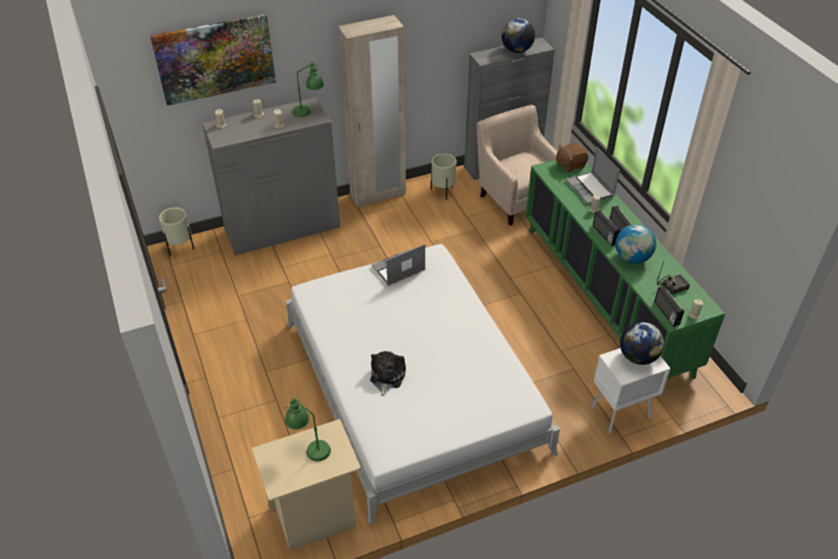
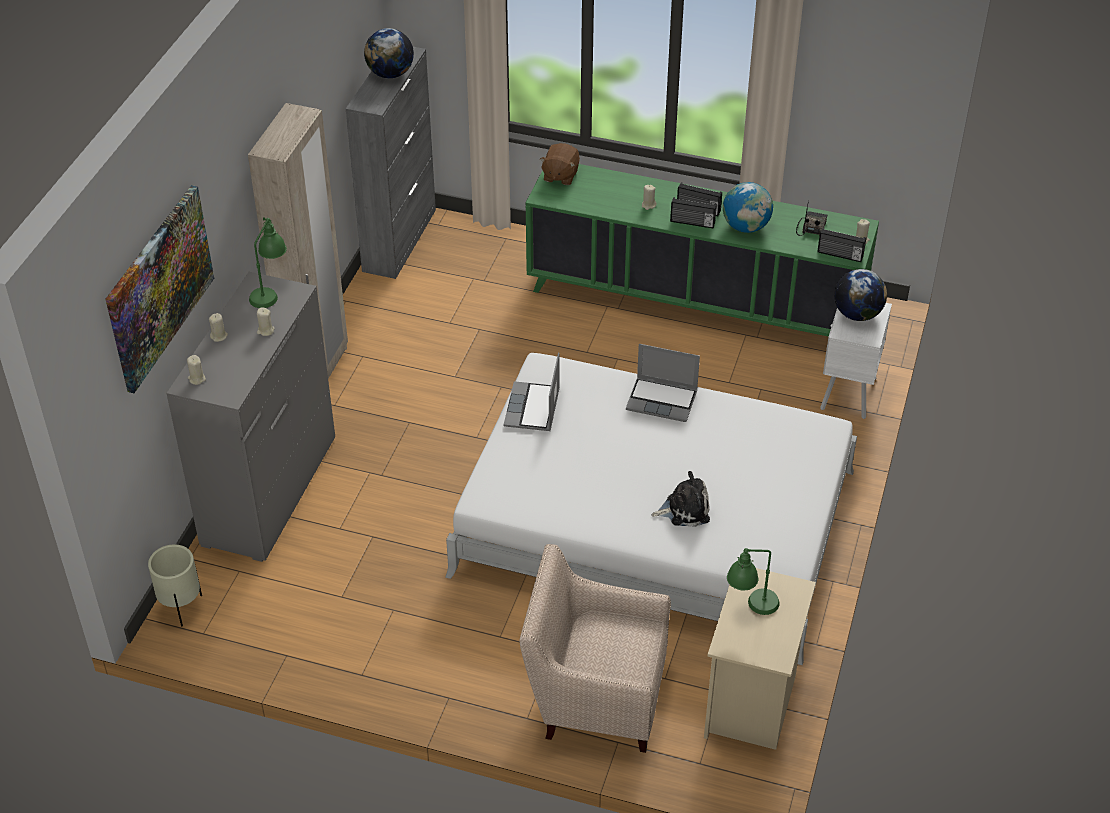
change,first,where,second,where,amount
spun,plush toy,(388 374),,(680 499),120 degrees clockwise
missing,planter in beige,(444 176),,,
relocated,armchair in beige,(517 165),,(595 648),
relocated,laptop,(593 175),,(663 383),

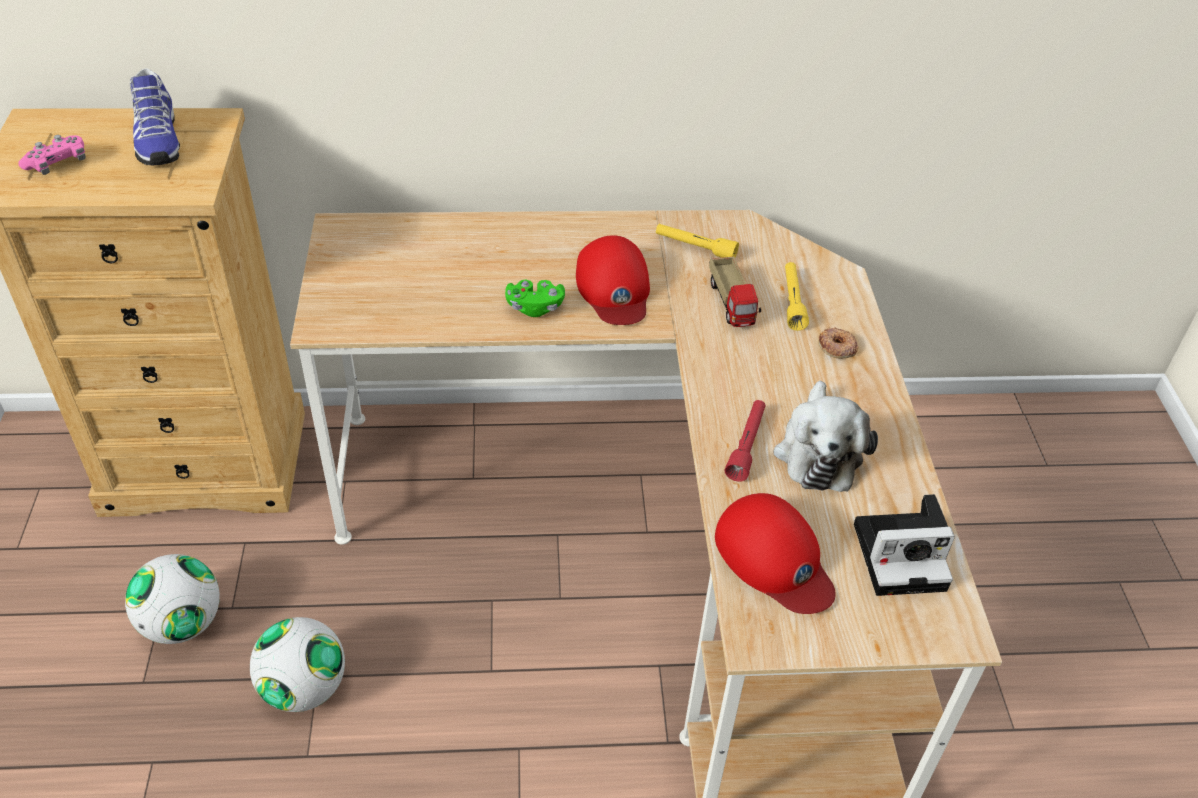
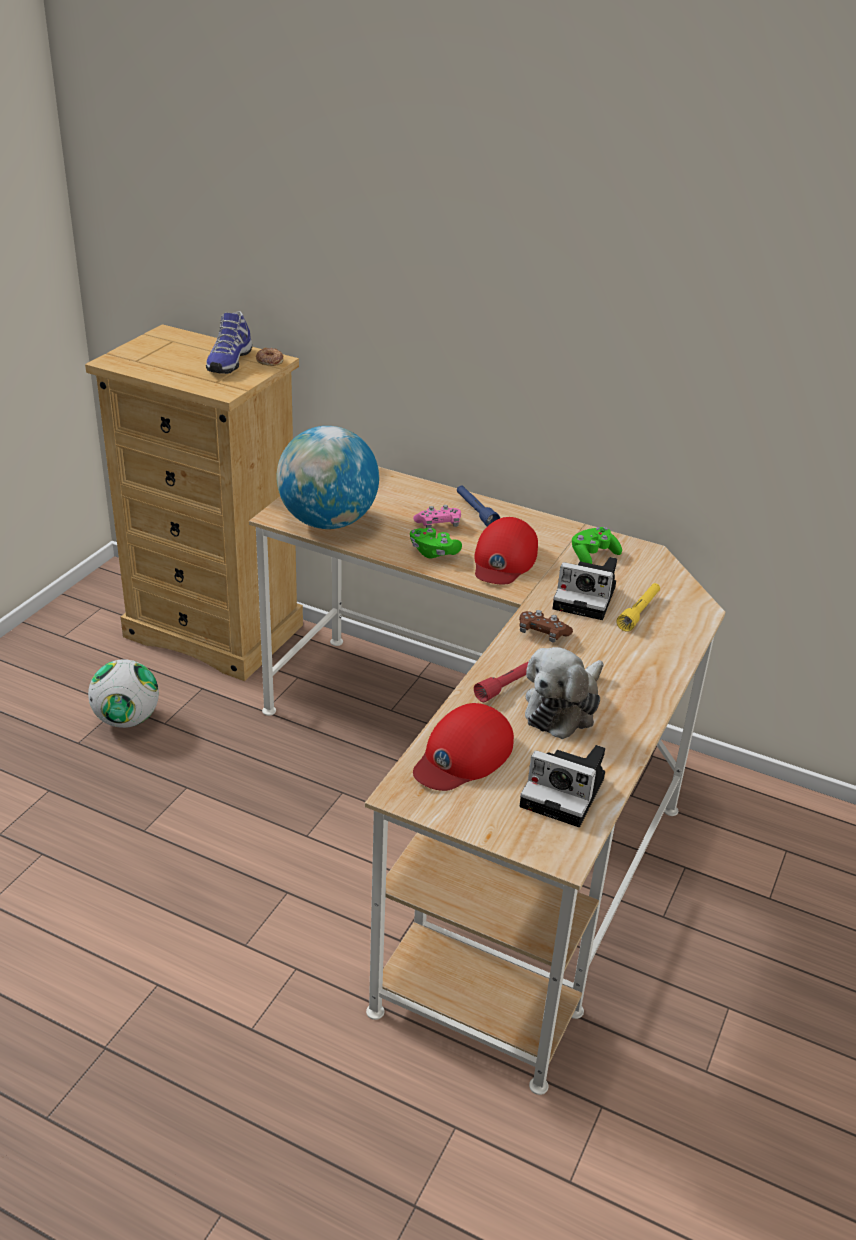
change,first,where,second,where,amount
relocated,game controller in pink,(52 155),,(437 516),
missing,football,(297 664),,,
exchanged,flashlight in yellow,(697 241),game controller in green,(597 545),
exchanged,toy truck,(735 292),photo camera,(584 588),
spun,cap in red,(775 553),,(463 747),45 degrees clockwise
relocated,donut,(838 343),,(269 357),
appeared,,,globe,(327 477),
appeared,,,flashlight in blue,(478 505),
appeared,,,game controller in brown,(546 626),

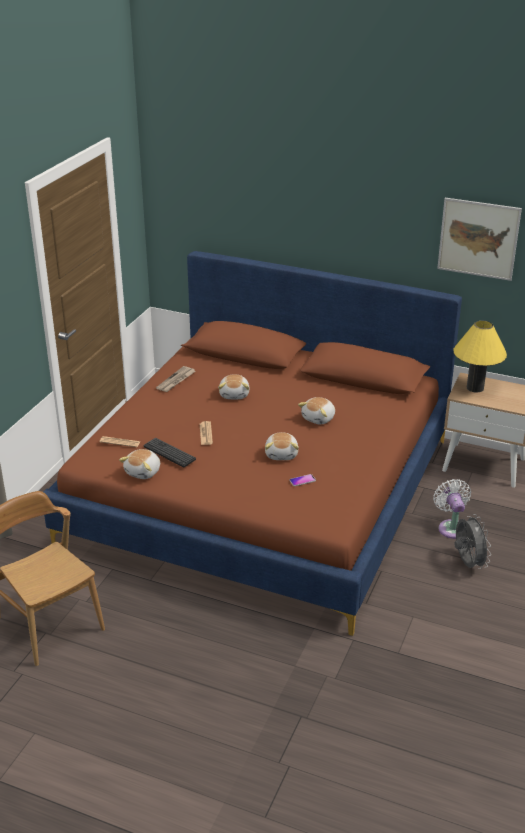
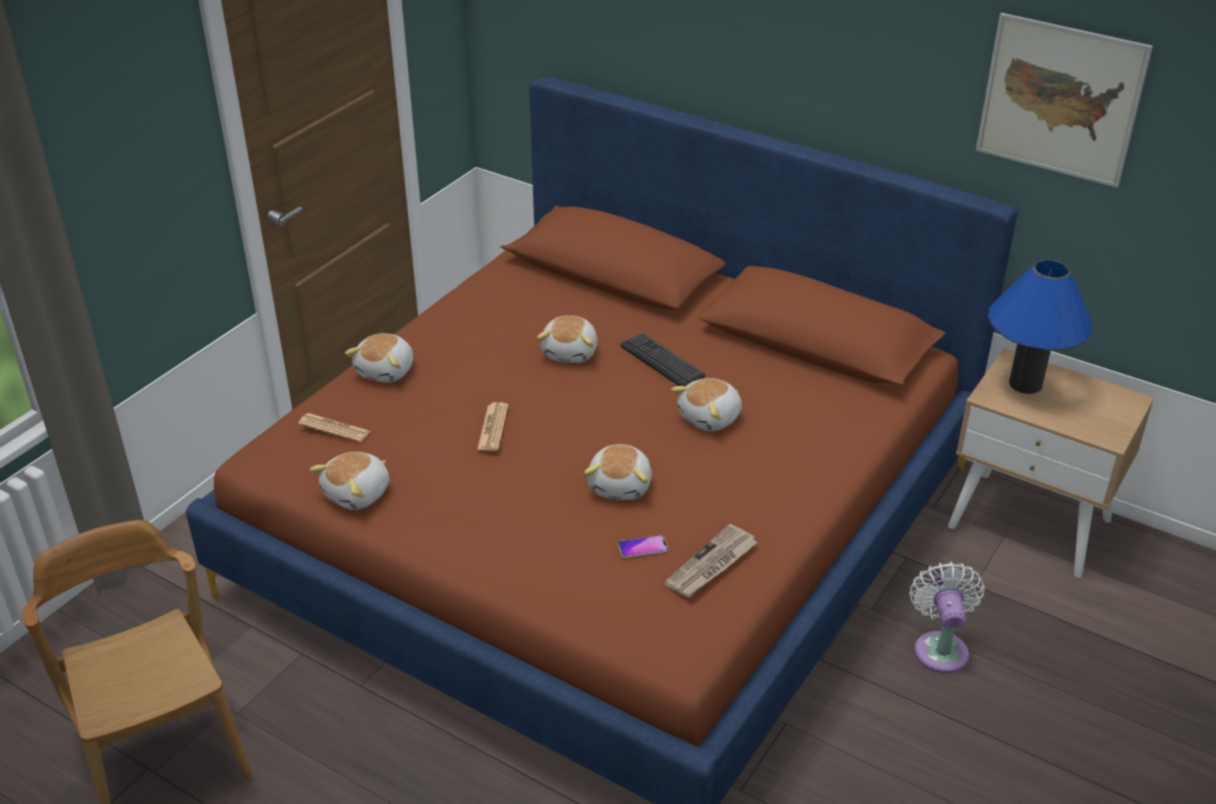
change,first,where,second,where,amount
relocated,keyboard,(170 452),,(663 359),
relocated,newspaper,(176 379),,(711 561),
colour,table lamp in yellow,(480 357),table lamp in blue,(1040 327),
missing,fan in grey,(472 541),,,
appeared,,,plush toy,(379 358),

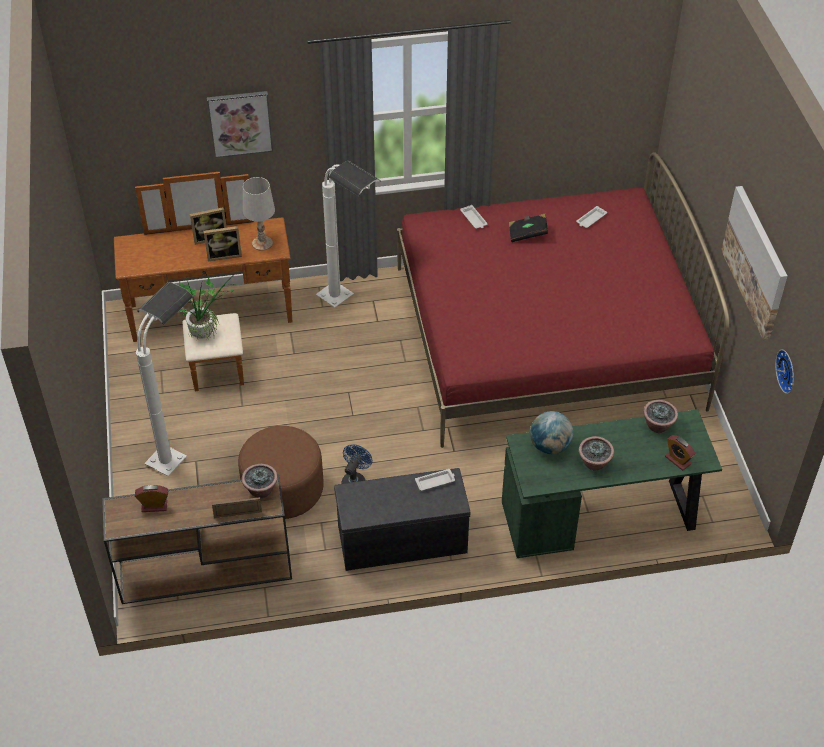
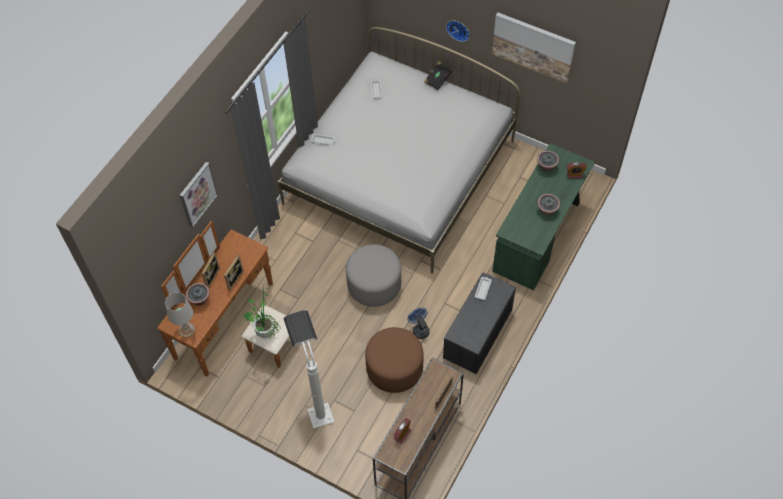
change,first,where,second,where,amount
relocated,potted plant,(260 481),,(198 294),
relocated,table lamp in white,(259 214),,(180 314),
missing,floor lamp in white,(348 234),,,
colour,bed in red,(563 300),bed in white,(399 150),
relocated,book in black,(528 228),,(438 76),
missing,globe,(552 432),,,
relocated,wall clock,(784 371),,(458 31),
appeared,,,ottoman in grey,(373 275),

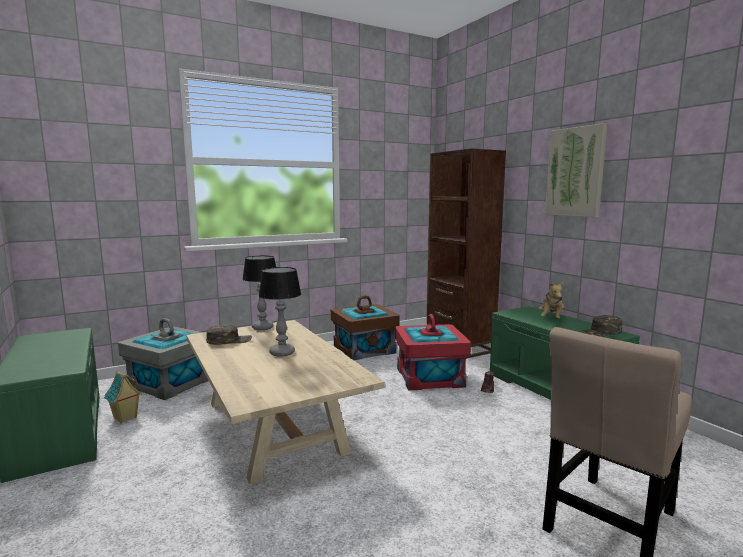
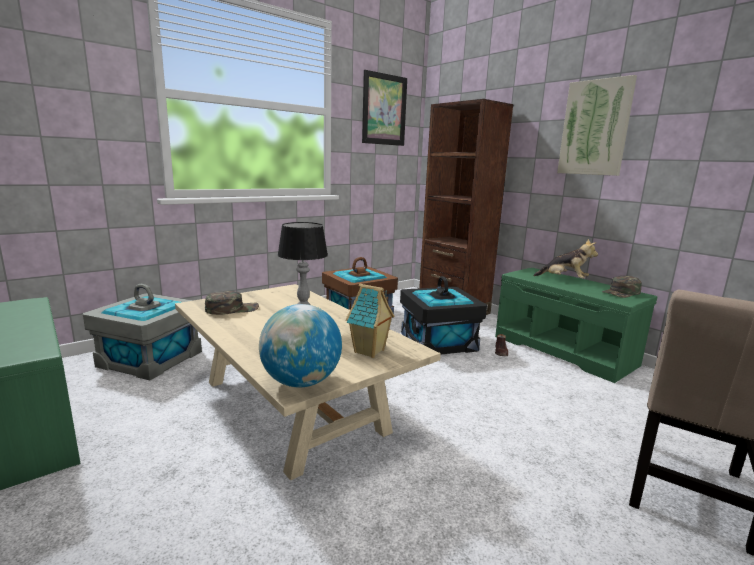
change,first,where,second,where,amount
relocated,toy house,(123 397),,(370 321),
missing,table lamp,(259 293),,,
colour,storage box in red,(433 352),storage box in black,(443 315),
spun,plush toy,(551 300),,(565 259),75 degrees counterclockwise
appeared,,,globe,(300 346),
appeared,,,picture,(384 108),

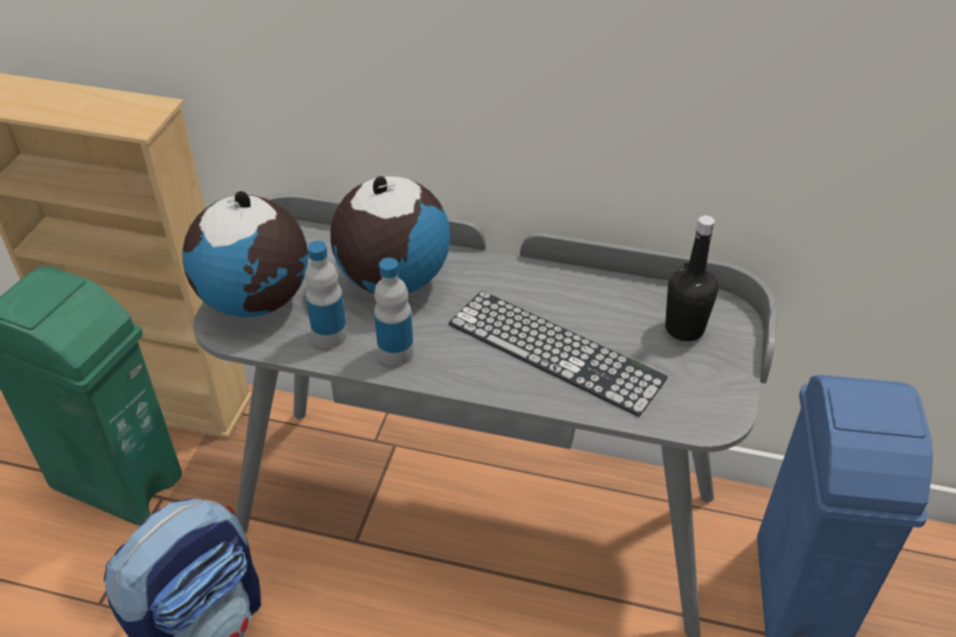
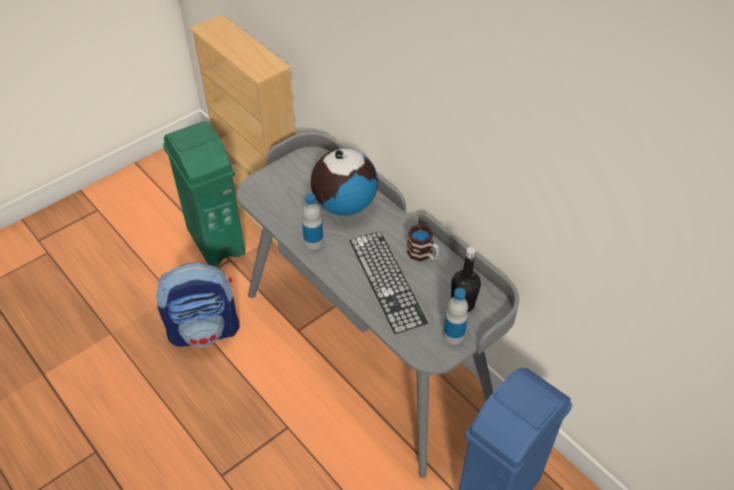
change,first,where,second,where,amount
missing,globe,(245 254),,,
relocated,bottle,(326 294),,(455 316),
appeared,,,mug,(423 242),

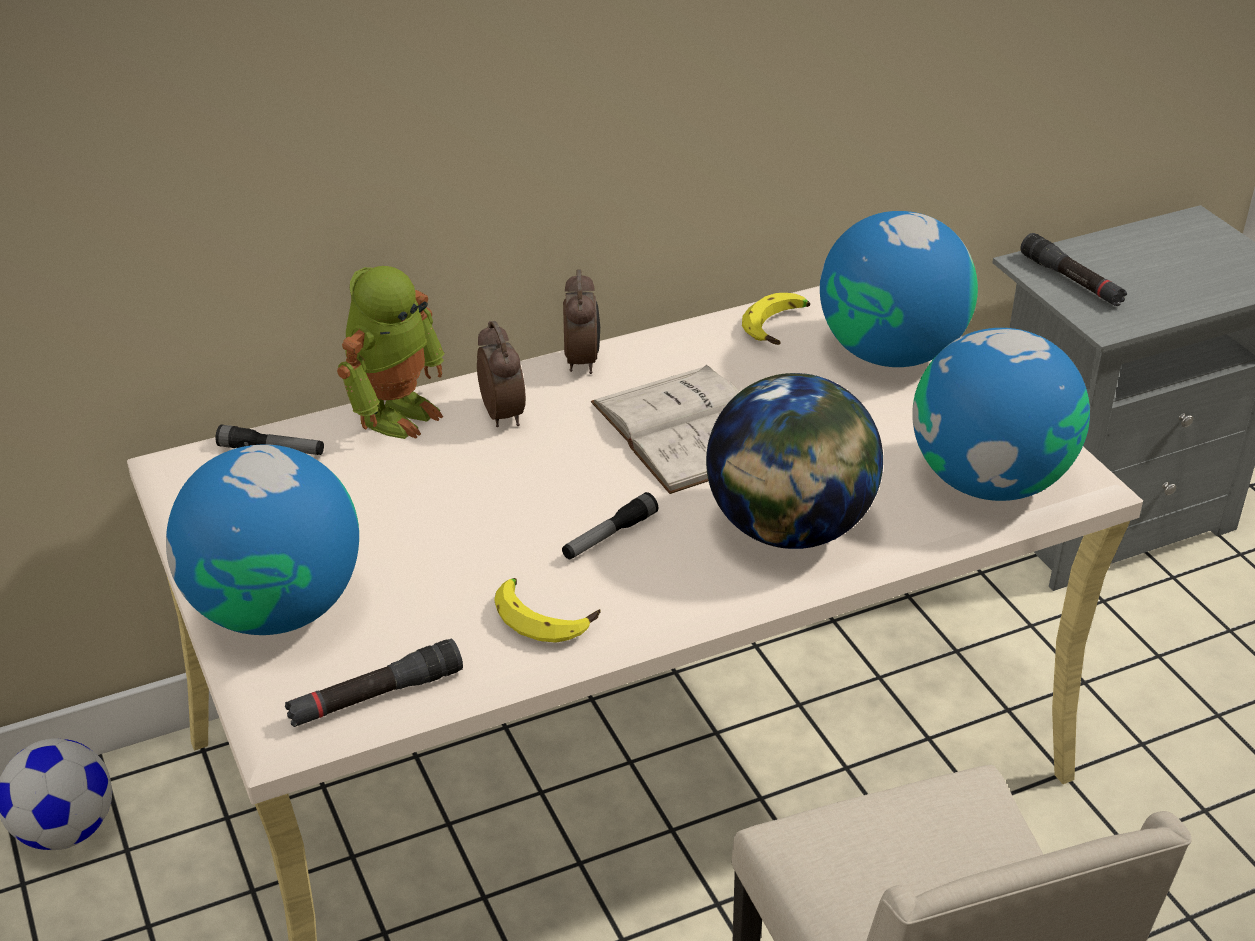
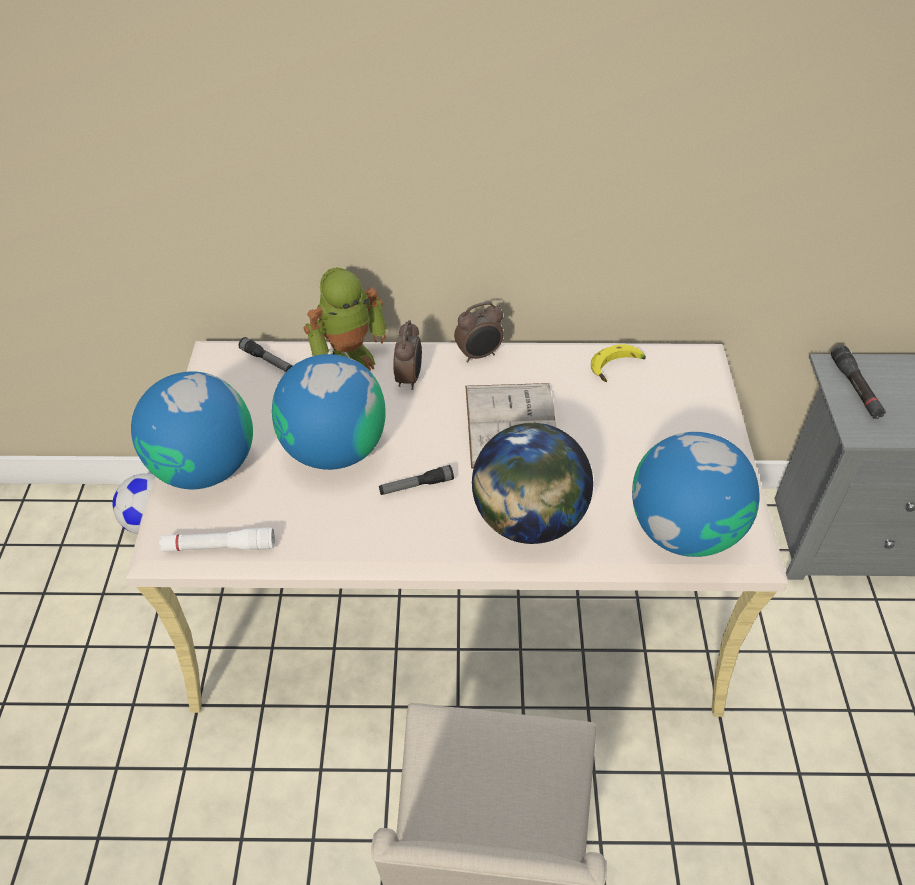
change,first,where,second,where,amount
colour,flashlight in black,(374 683),flashlight in white,(217 539),
missing,banana,(547 610),,,
spun,alarm clock,(581 322),,(479 332),45 degrees clockwise
relocated,globe,(899 289),,(329 412),

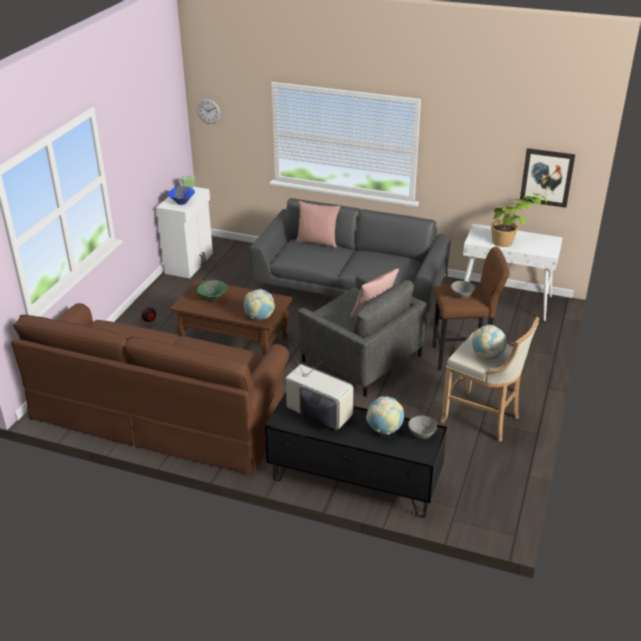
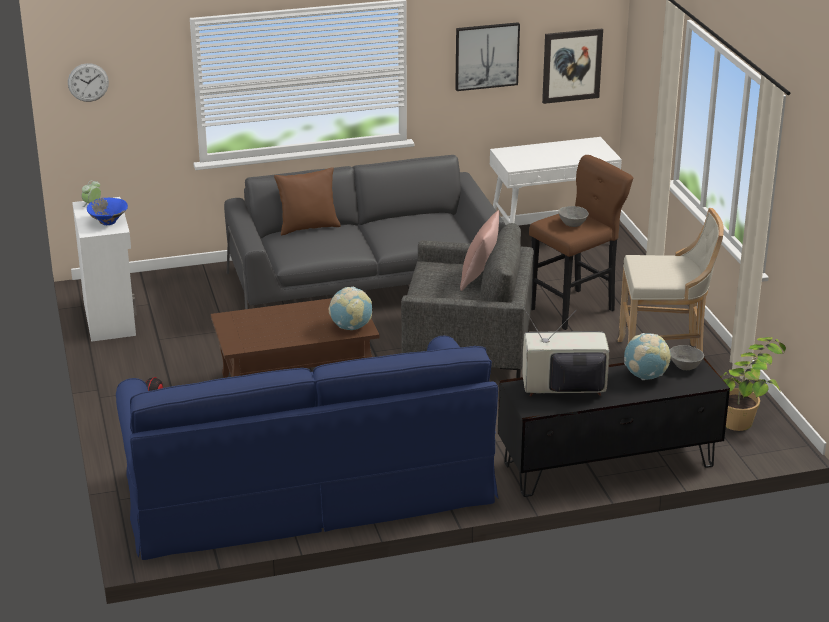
change,first,where,second,where,amount
colour,sofa in brown,(150 389),sofa in blue,(307 448),
missing,bowl in green,(212 291),,,
colour,pillow in pink,(318 224),pillow in brown,(307 201),
missing,globe,(489 342),,,
relocated,potted plant,(519 220),,(753 384),
appeared,,,picture,(487 56),

